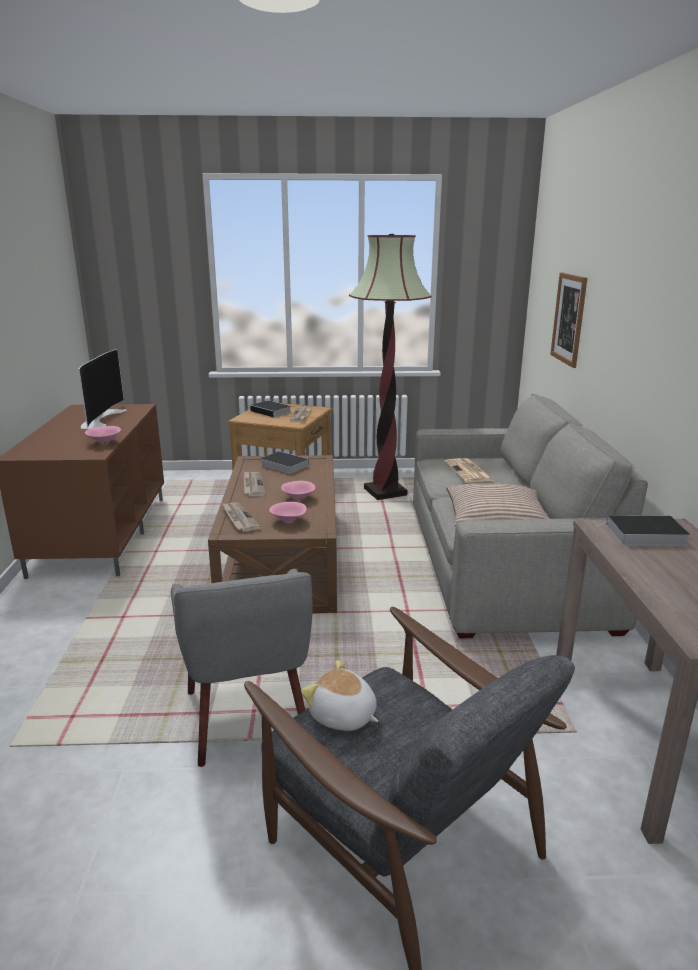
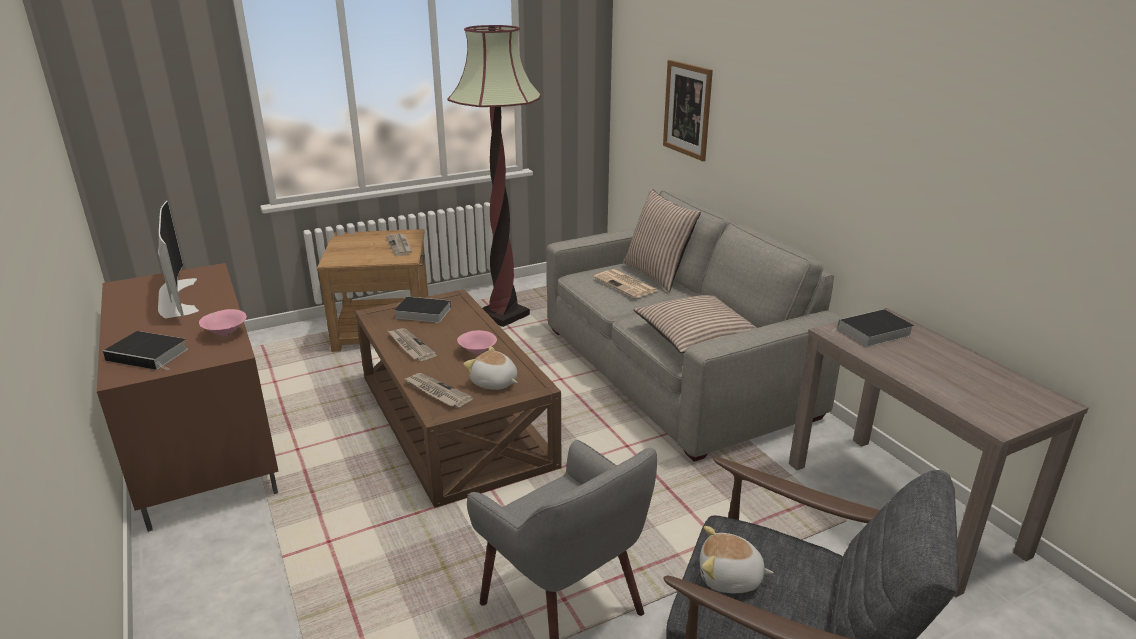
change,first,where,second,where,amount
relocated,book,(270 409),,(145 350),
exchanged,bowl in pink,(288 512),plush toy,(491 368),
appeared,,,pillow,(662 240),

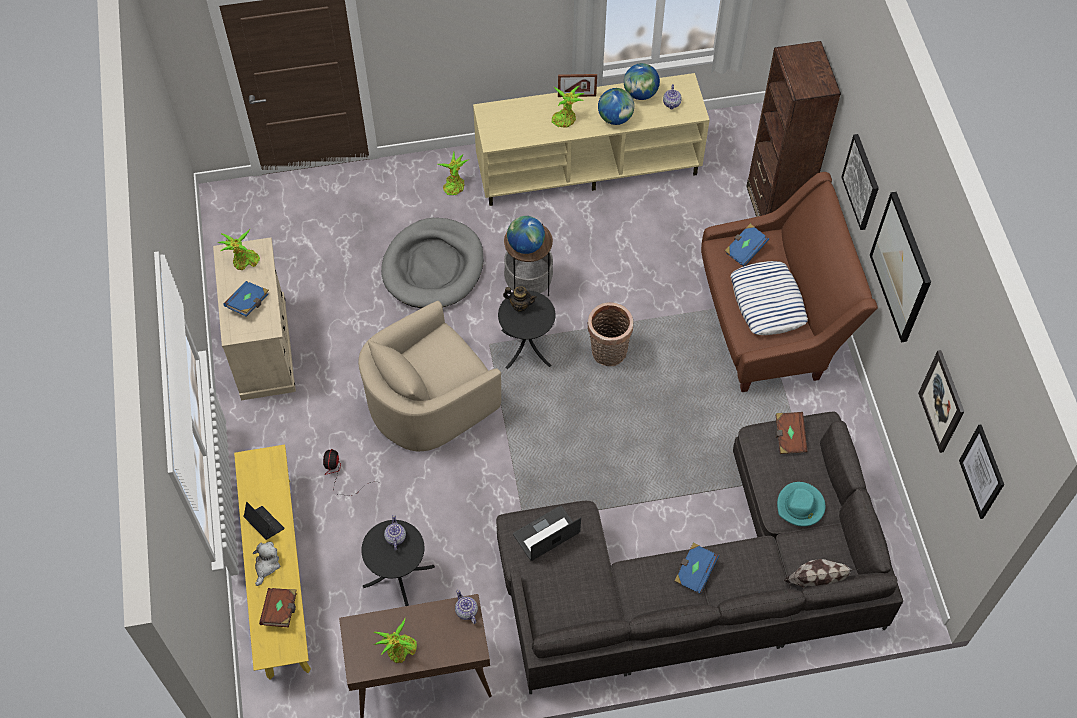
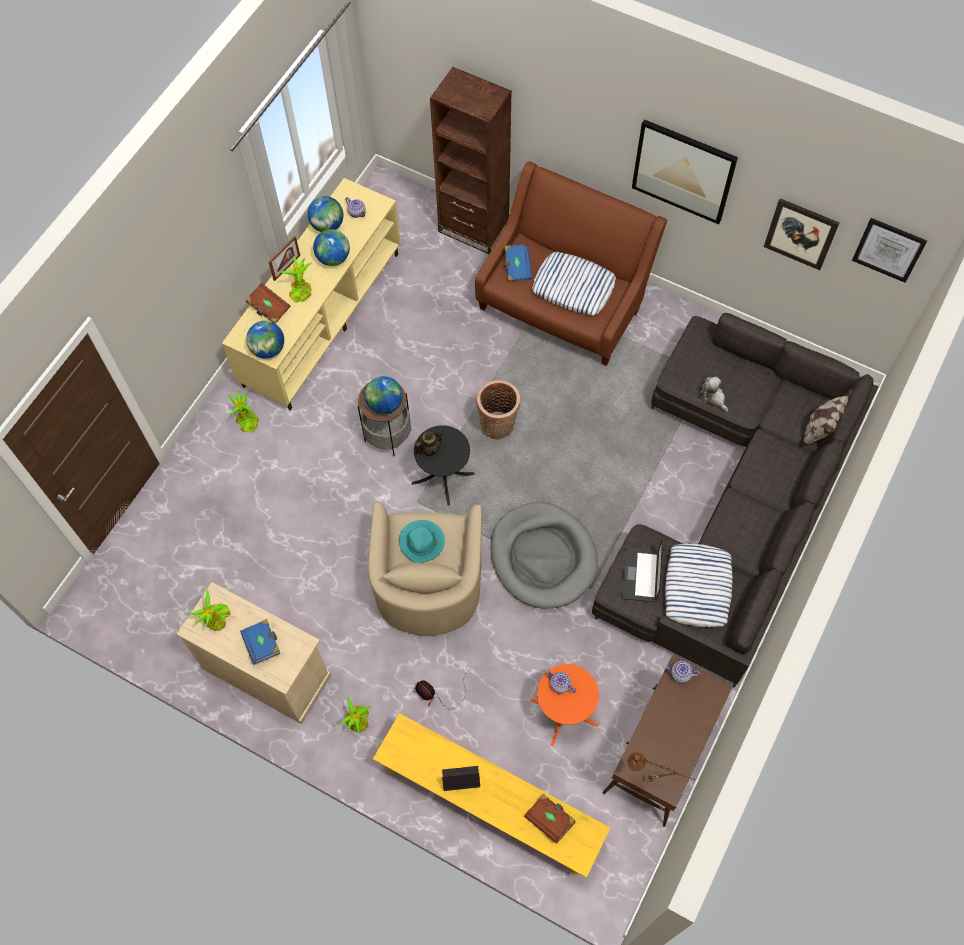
change,first,where,second,where,amount
relocated,plush toy,(266 564),,(714 394),
colour,side table in black,(398 563),side table in orange,(564 705),
relocated,potted plant,(395 641),,(355 714),
relocated,dog bed in grey,(432 263),,(544 555),
missing,book in blue,(696 568),,,
relocated,book in brown,(791 433),,(268 303),
relocated,hat in turquoise,(801 504),,(422 541),
missing,picture,(860 182),,,
appeared,,,globe,(265 340),
appeared,,,table lamp in brown,(661 767),
appeared,,,pillow,(699 585),

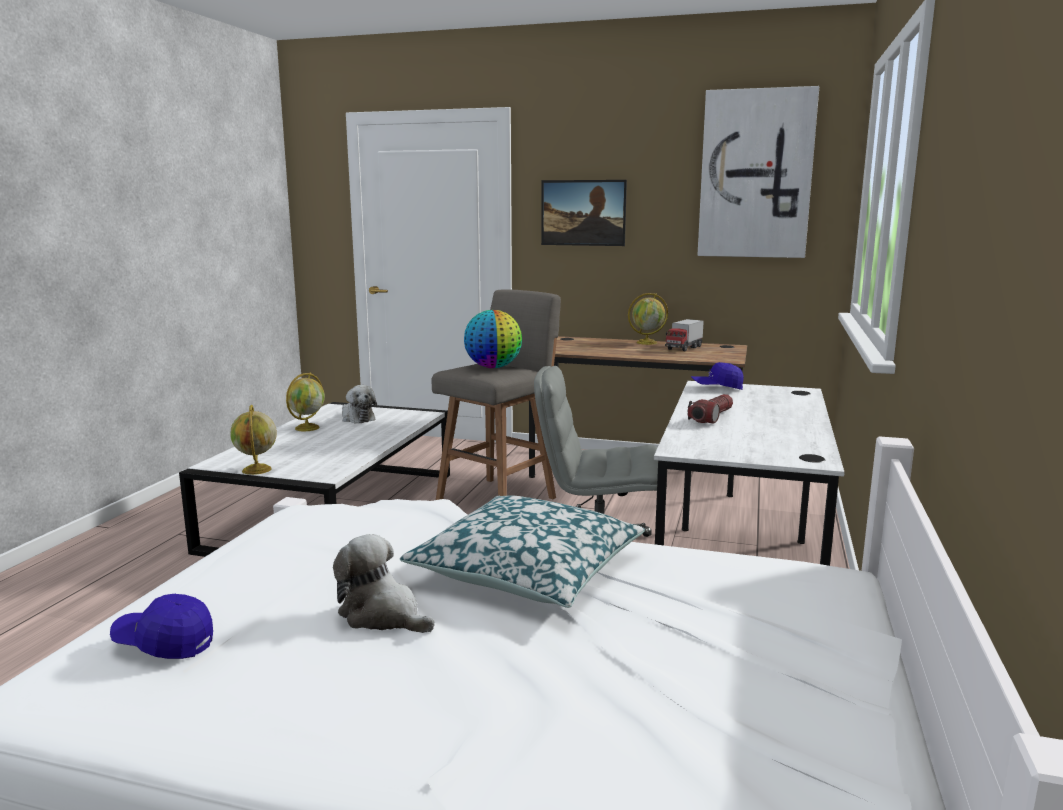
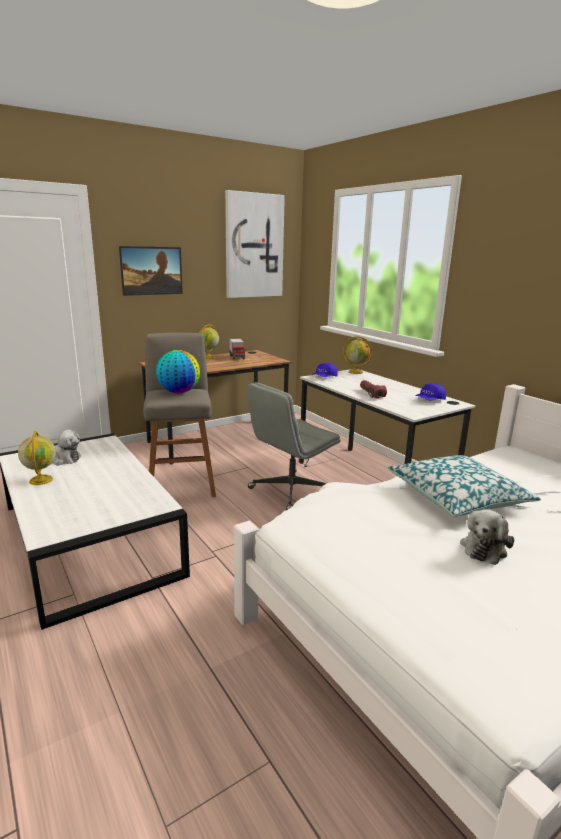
change,first,where,second,where,amount
relocated,cap in blue,(161 626),,(430 391),
relocated,globe,(253 440),,(357 355),
spun,plush toy,(384 583),,(487 537),45 degrees counterclockwise

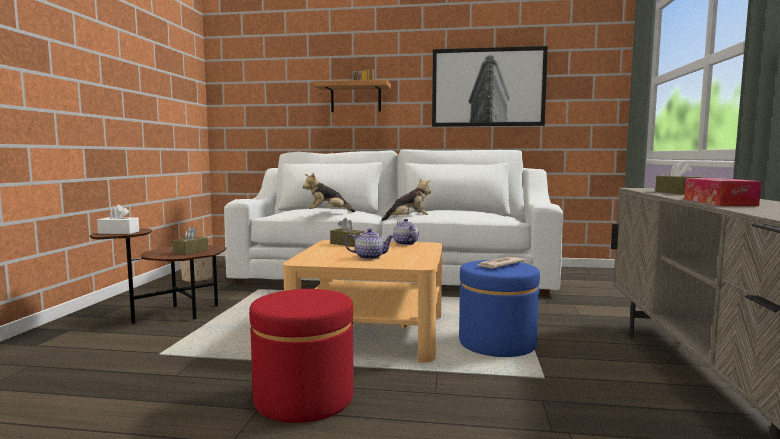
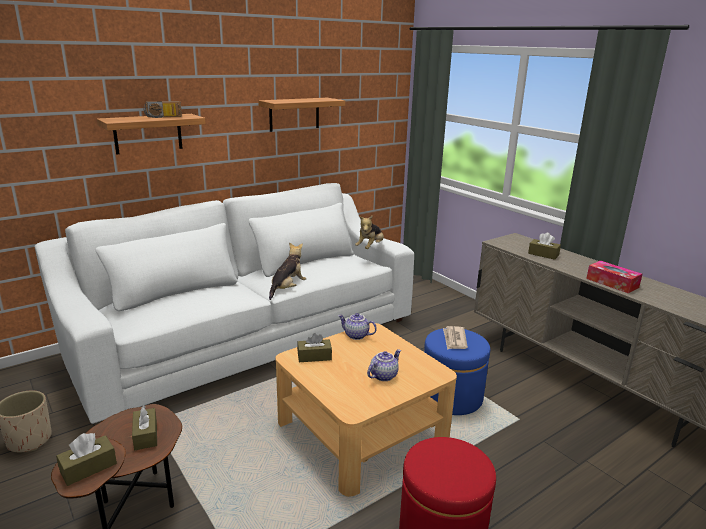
change,first,where,second,where,amount
colour,tissue box in white,(118 219),tissue box in brown,(86 459),
relocated,plush toy,(329 192),,(369 232),
exchanged,picture,(490 86),shelf,(301 115),

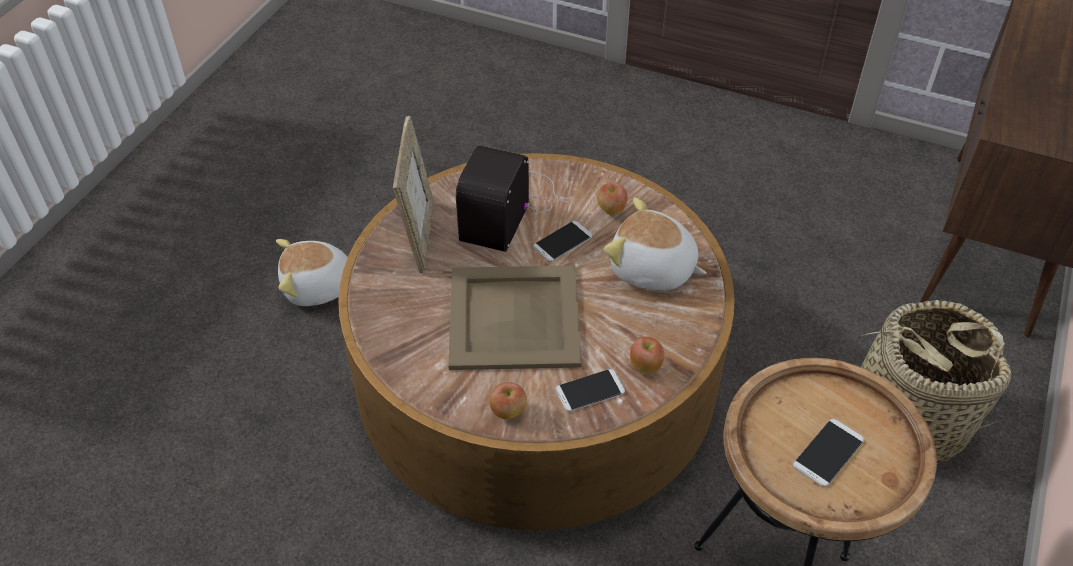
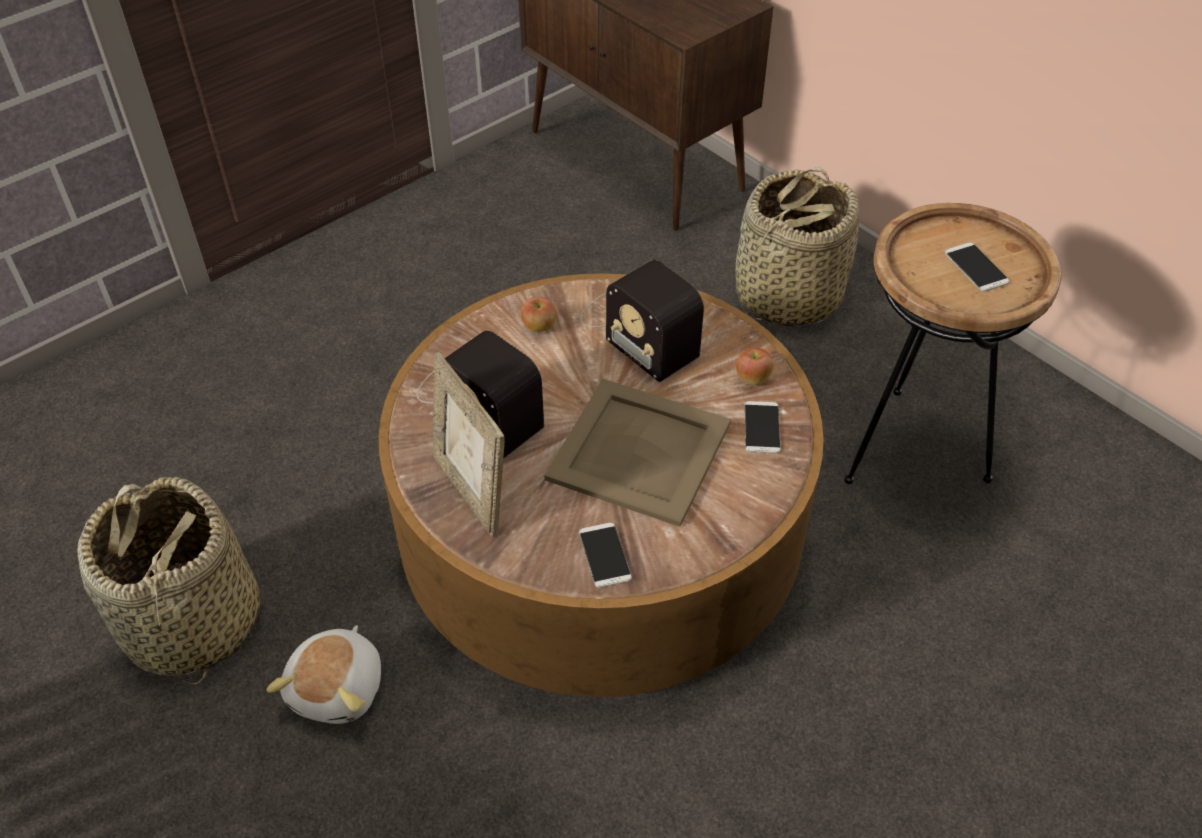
change,first,where,second,where,amount
spun,picture frame,(413 194),,(468 444),150 degrees counterclockwise
missing,apple,(508 401),,,
relocated,phone,(562 241),,(605 555),
exchanged,plush toy,(655 244),radio,(642 321),
appeared,,,basket,(168 580),

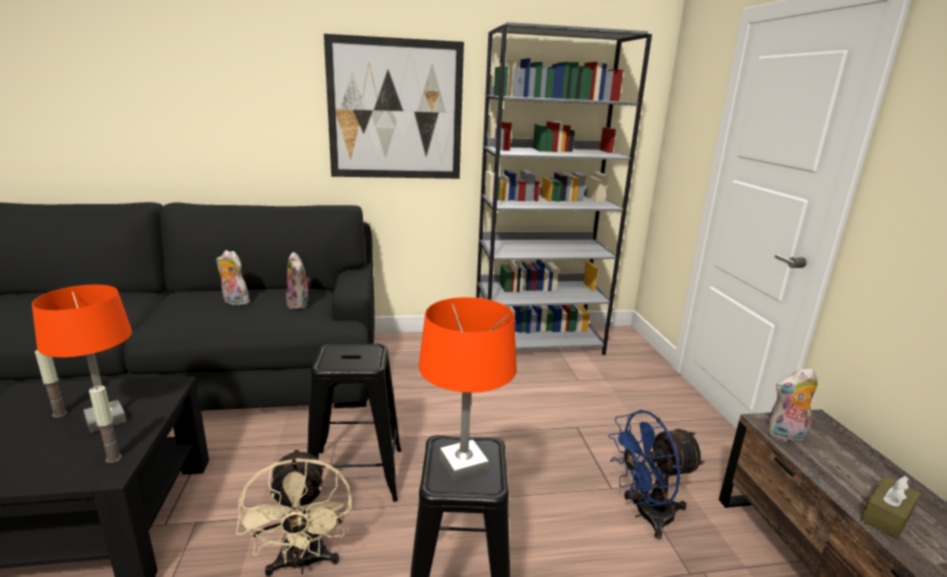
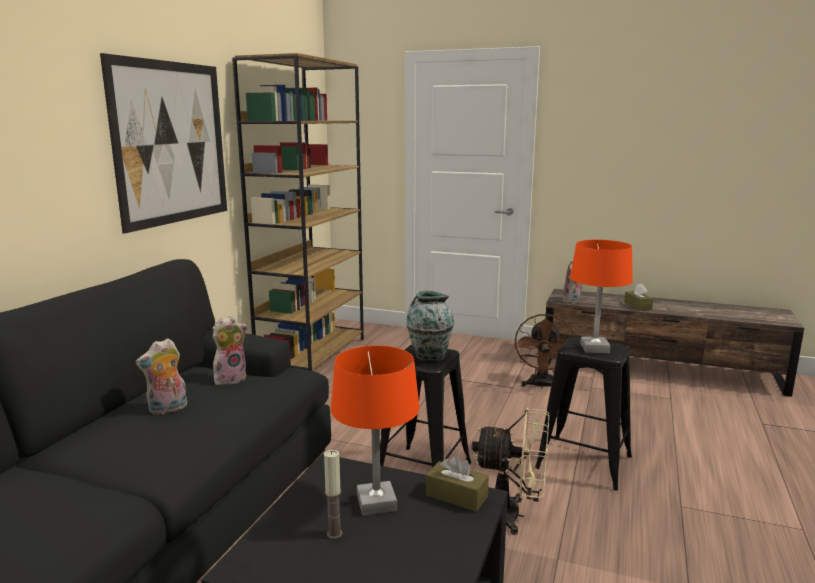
change,first,where,second,where,amount
exchanged,candle,(105 424),tissue box in brown,(457 483),
spun,plush toy,(298 281),,(230 350),45 degrees counterclockwise
colour,bookcase in grey,(564 188),bookcase in brown,(298 212),
colour,fan in blue,(657 474),fan in brown,(544 351),
appeared,,,vase,(430 326),

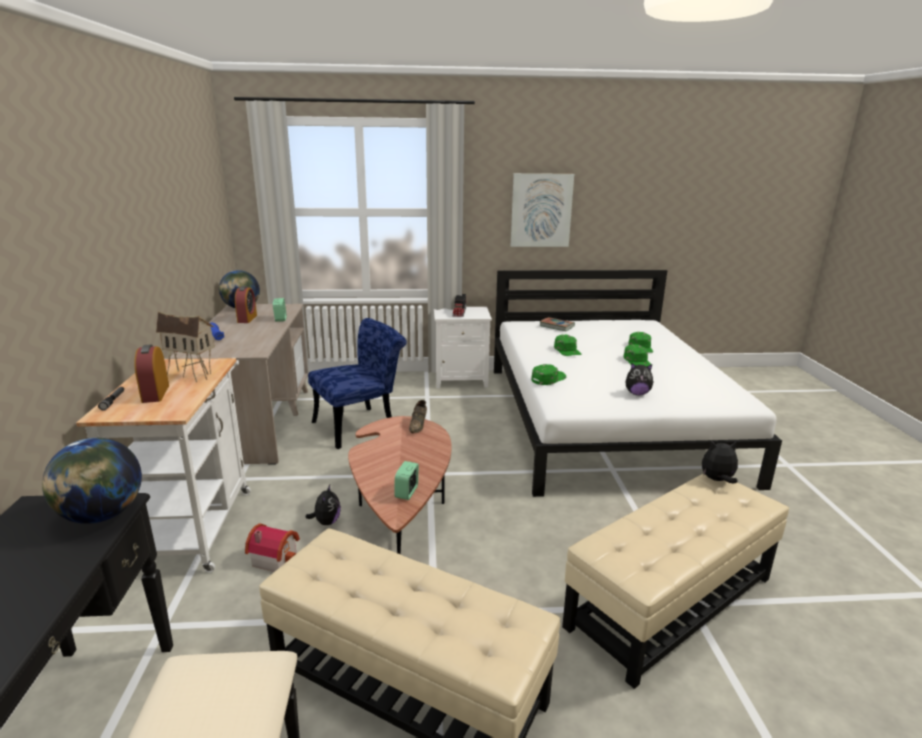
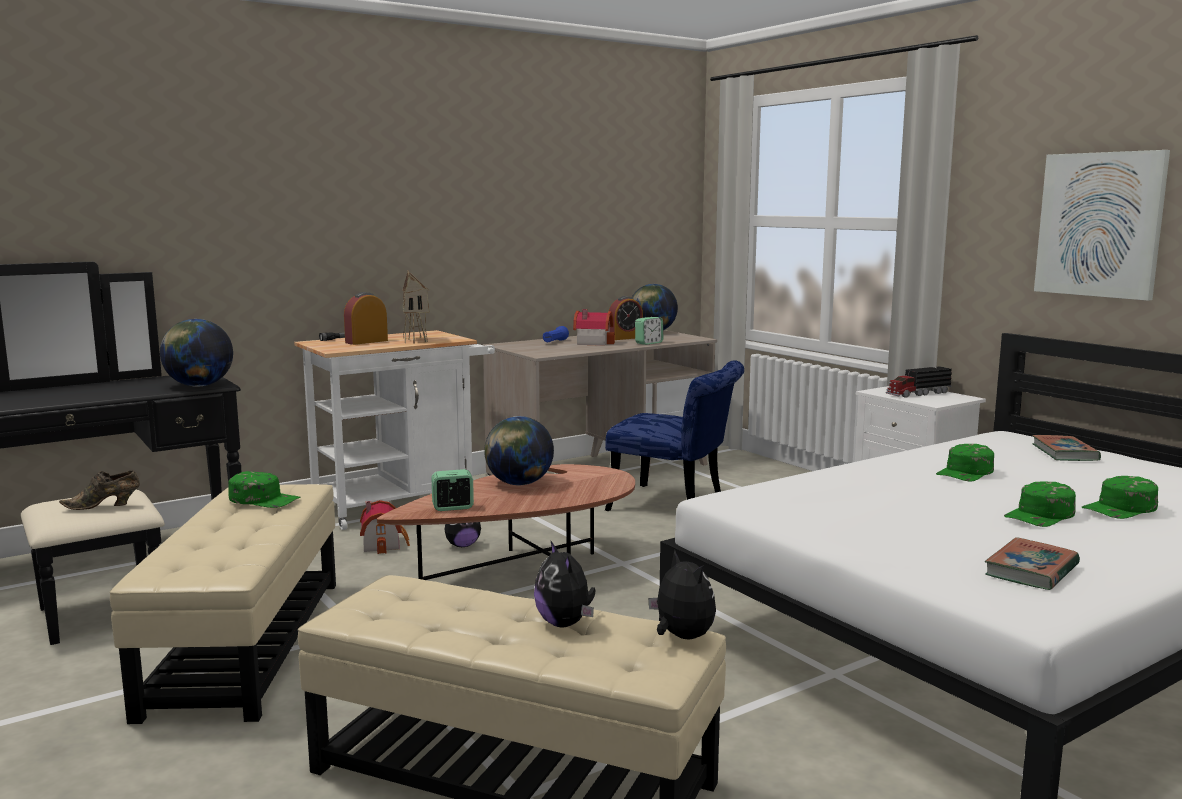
change,first,where,second,where,amount
relocated,shoe in brown,(418 416),,(99 490),
relocated,cap in green,(548 374),,(264 489),
relocated,plush toy,(639 379),,(565 584),
appeared,,,globe,(519 450),
appeared,,,toy house,(594 327),
appeared,,,book,(1032 563),

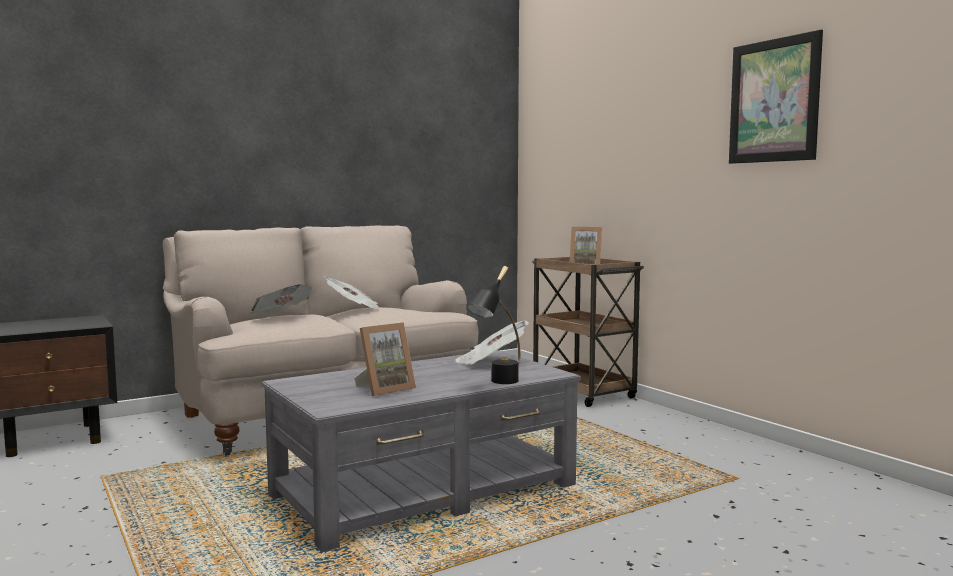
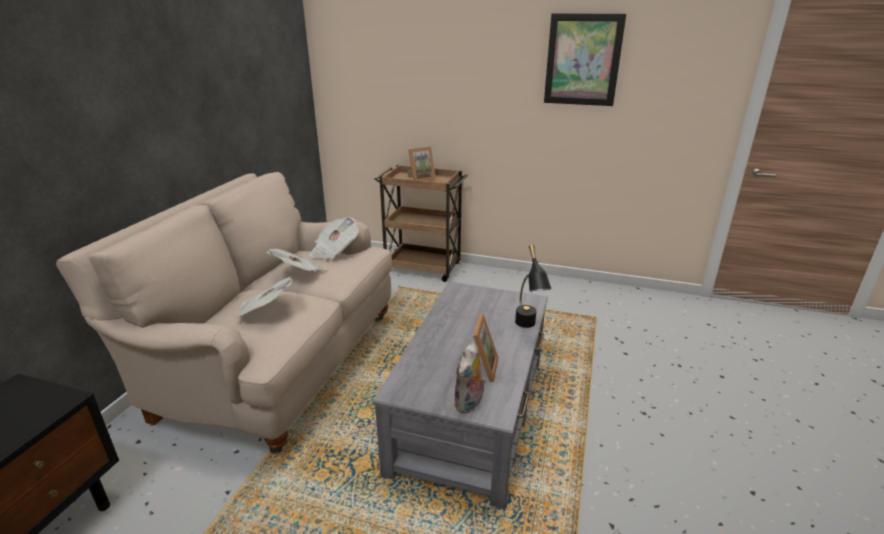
change,first,where,second,where,amount
relocated,newspaper,(492 343),,(334 238),
appeared,,,plush toy,(469 378),

